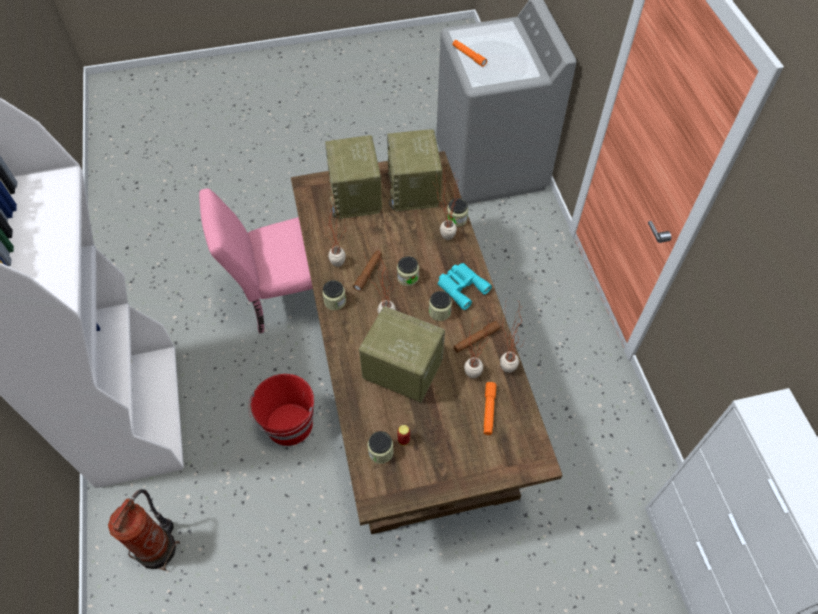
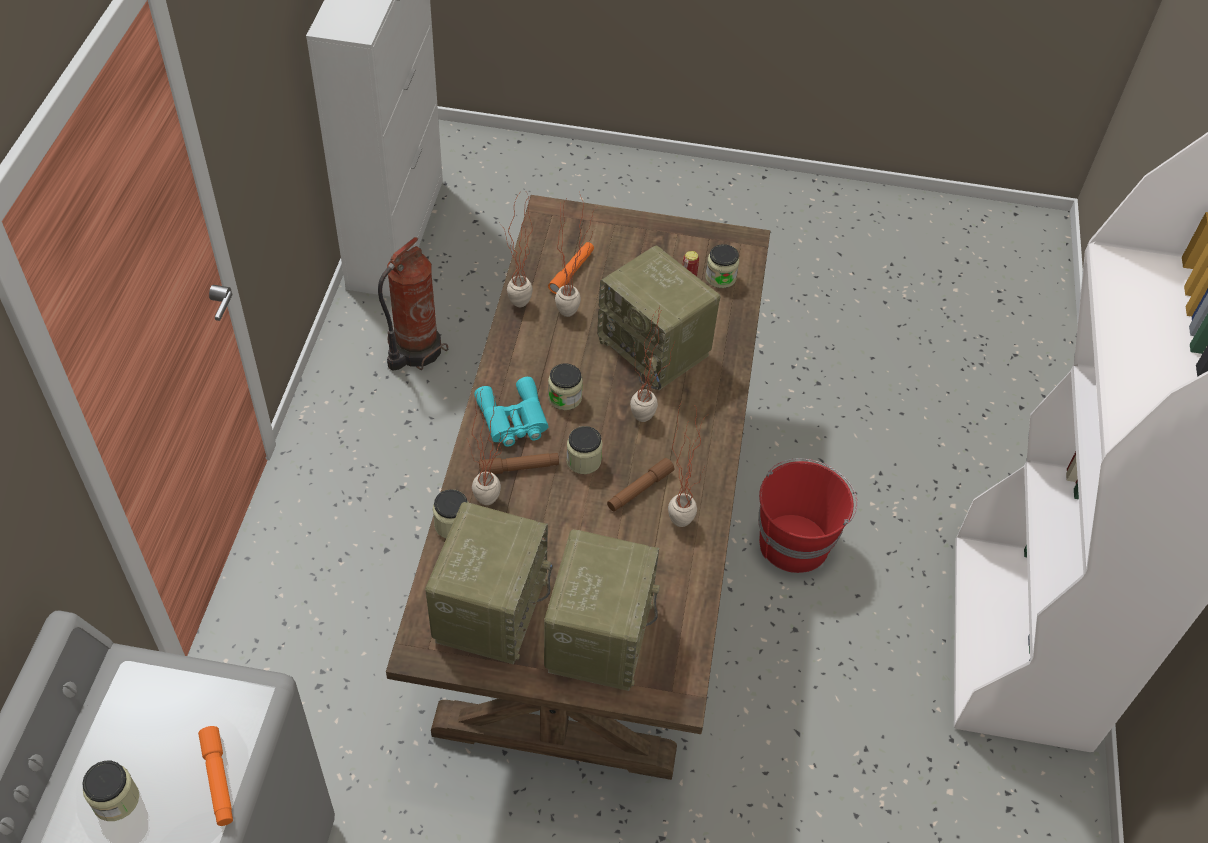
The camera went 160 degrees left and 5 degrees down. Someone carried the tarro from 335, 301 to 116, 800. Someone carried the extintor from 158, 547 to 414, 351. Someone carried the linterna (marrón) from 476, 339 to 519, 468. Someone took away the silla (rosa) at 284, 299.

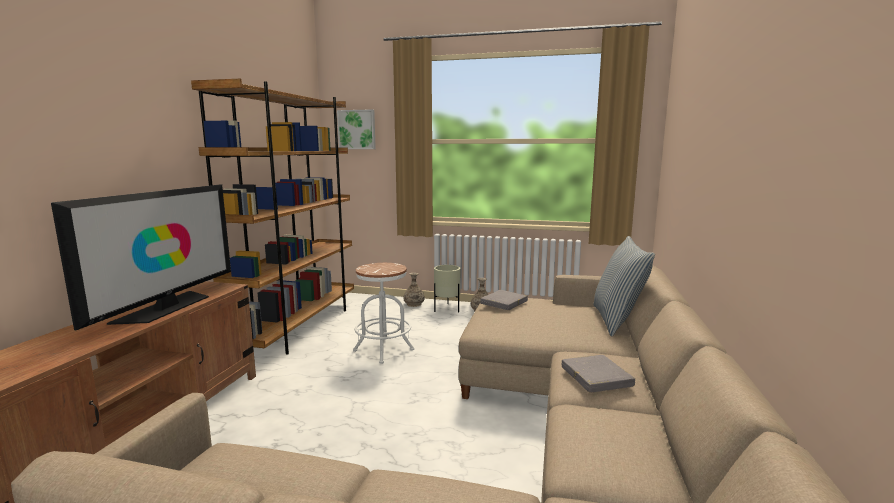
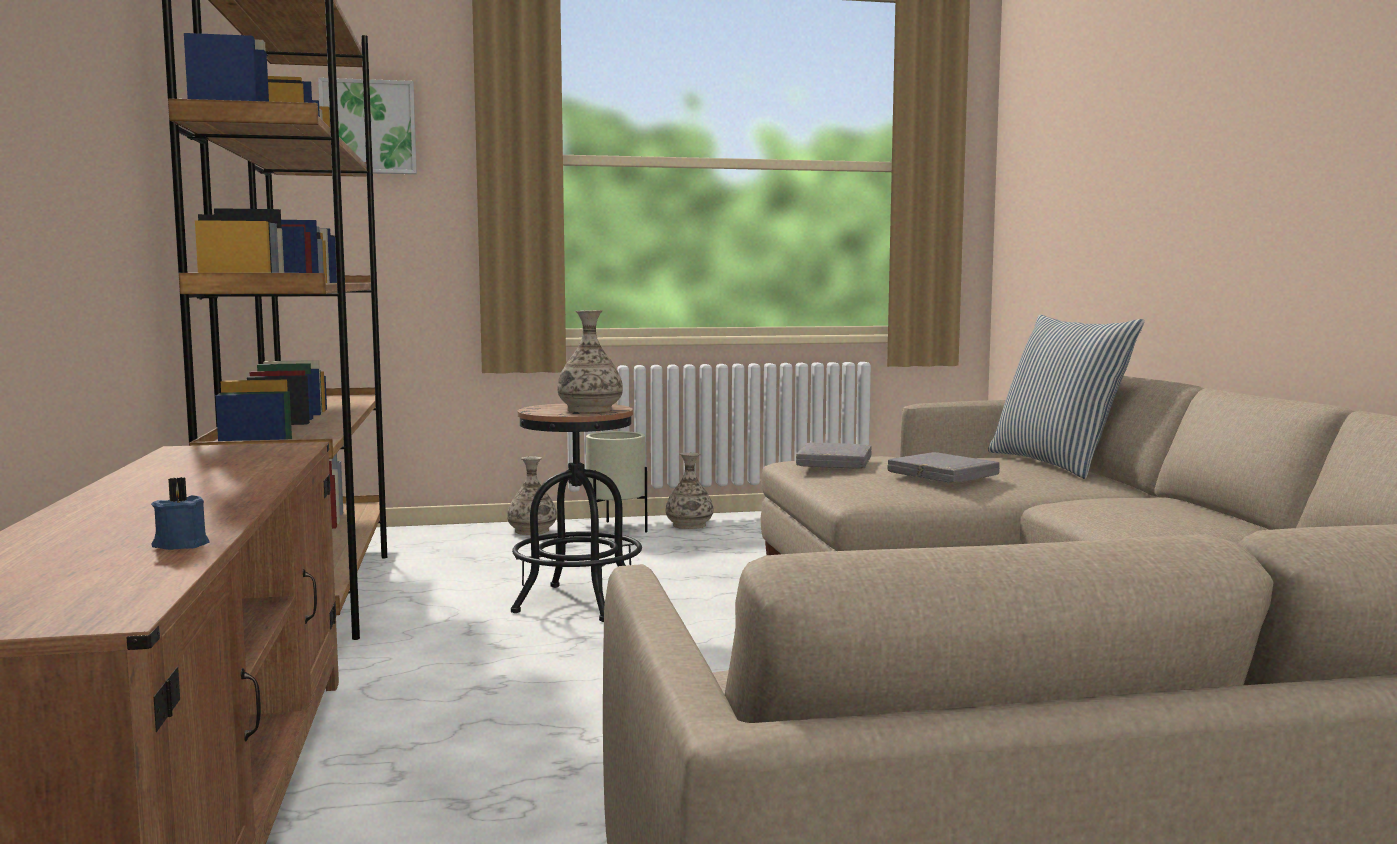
The camera went 25 degrees left and 5 degrees down. Someone put down the vela (azul) at 181, 544. Someone repainted the taburete (blanco) at 383, 350, which became the taburete (negro) at 578, 603. Someone put down the florero at 589, 409. Someone carried the libro (gris) from 596, 377 to 943, 475. Someone took away the televisor at 166, 307.

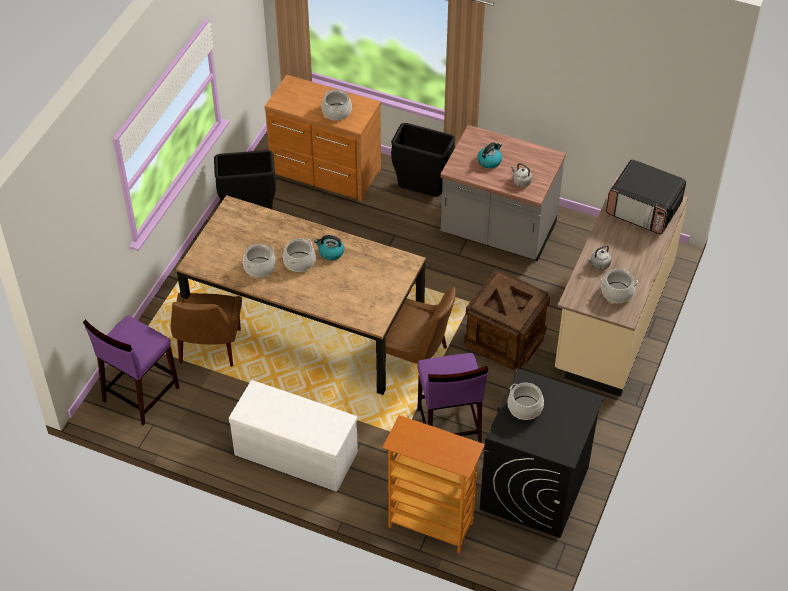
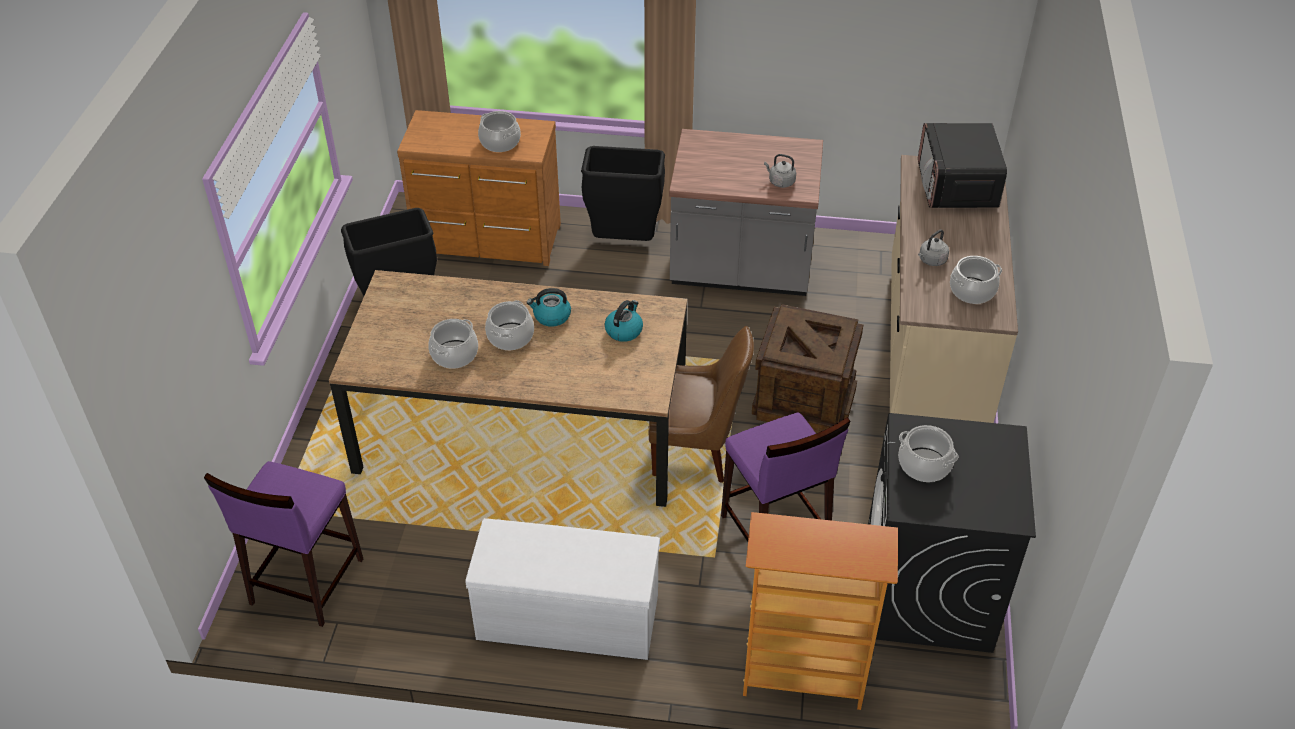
The camera went 15 degrees left and 5 degrees down. Someone carried the hervidor from 489, 161 to 624, 330. Someone rotated the microondas at 644, 210 by 75 degrees clockwise. Someone took away the silla (marrón) at 209, 348.

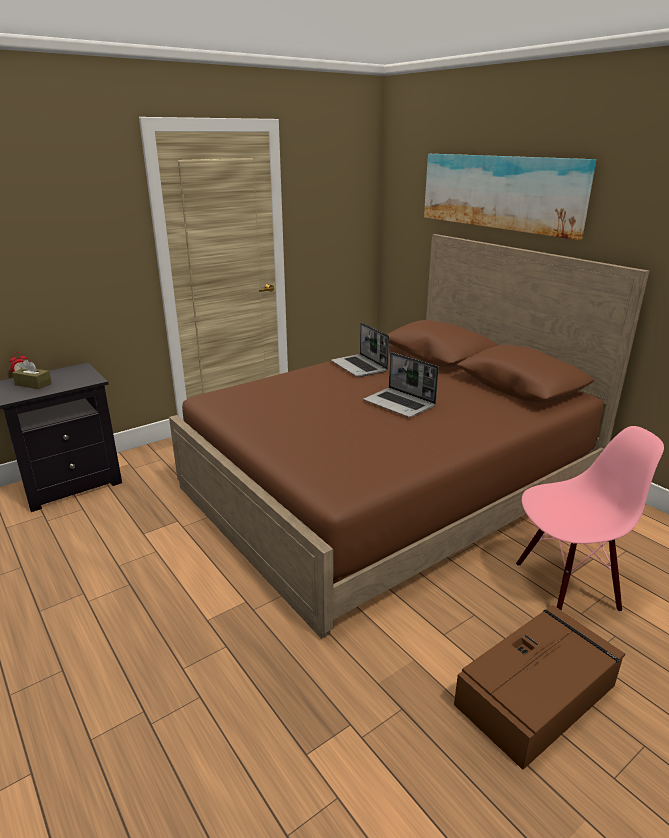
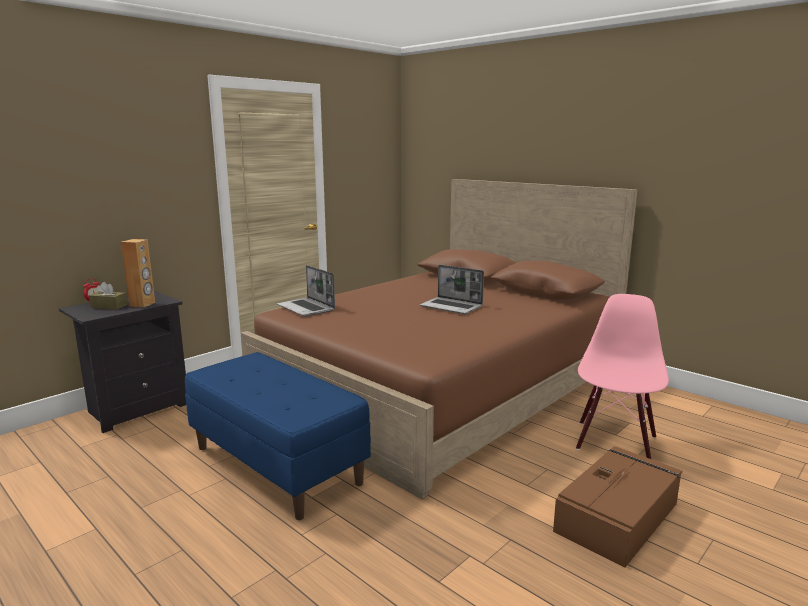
The camera went 10 degrees left and 10 degrees down. Someone put down the altavoz (marrón) at 142, 304. Someone put down the banco (azul) at 278, 465. Someone carried the portátil from 360, 367 to 307, 308. Someone rotated the silla (rosa) at 566, 585 by 45 degrees counterclockwise. Someone took away the cuadro at 500, 192.

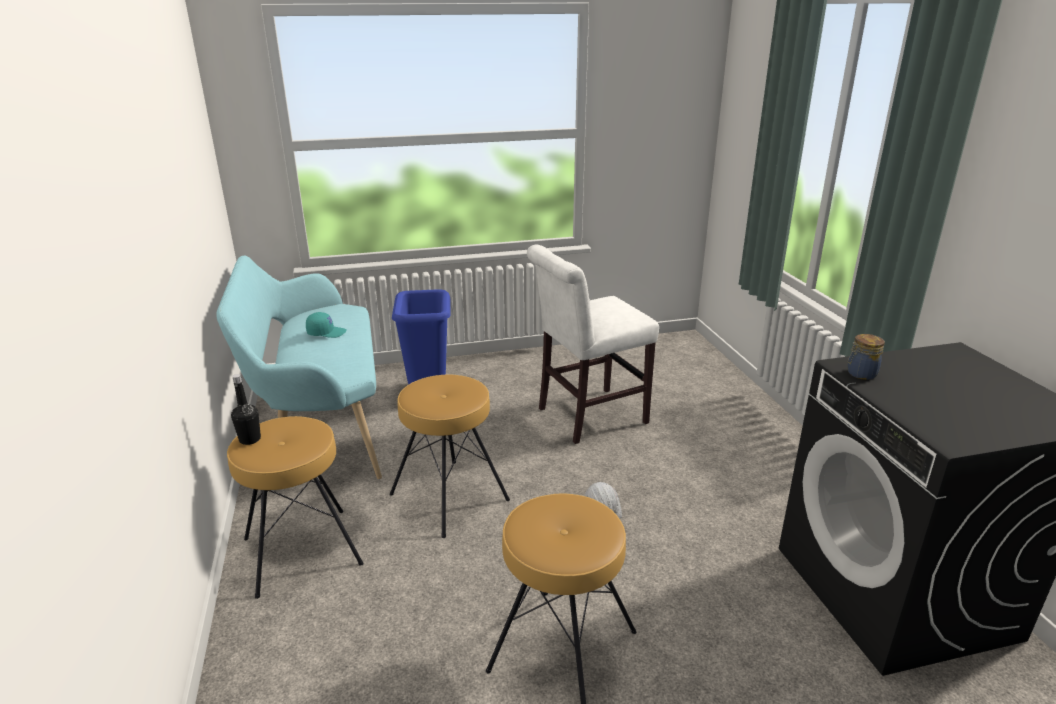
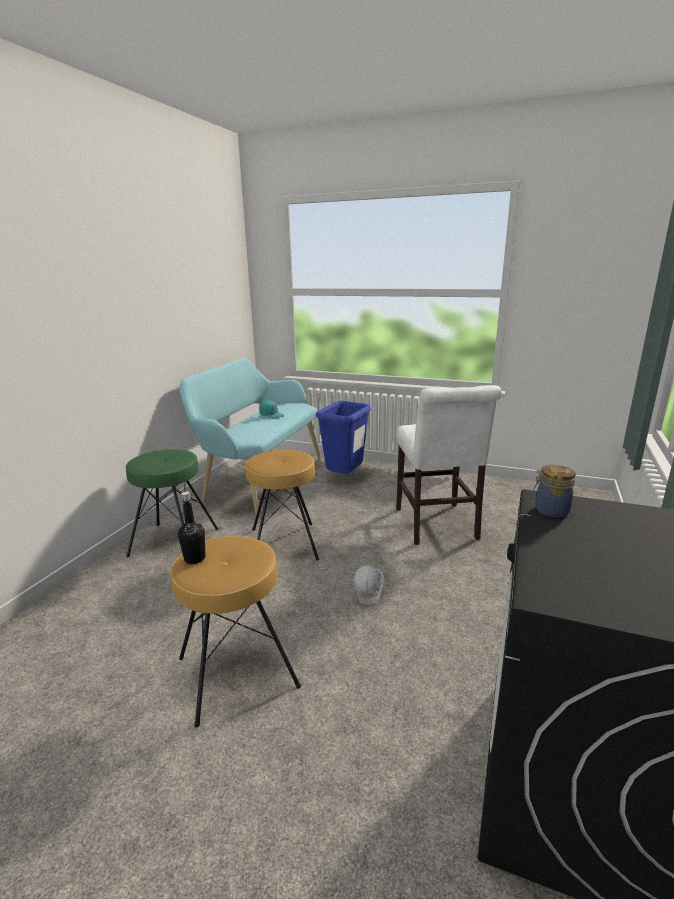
The camera went 35 degrees right and 5 degrees down. Someone repainted the taburete (marrón) at 302, 550, which became the taburete (verde) at 174, 541. Someone carried the botella (negro) from 250, 439 to 195, 558. Someone rotated the silla (blanco) at 587, 417 by 105 degrees counterclockwise.

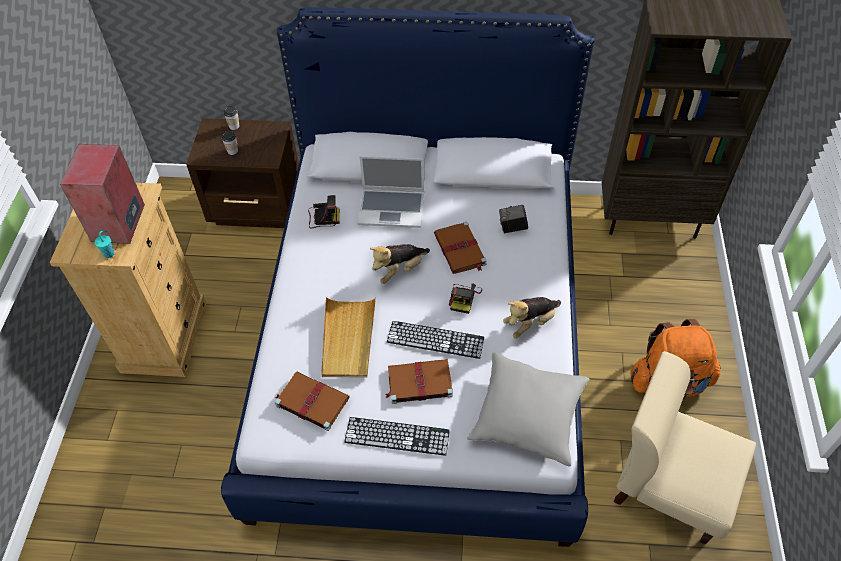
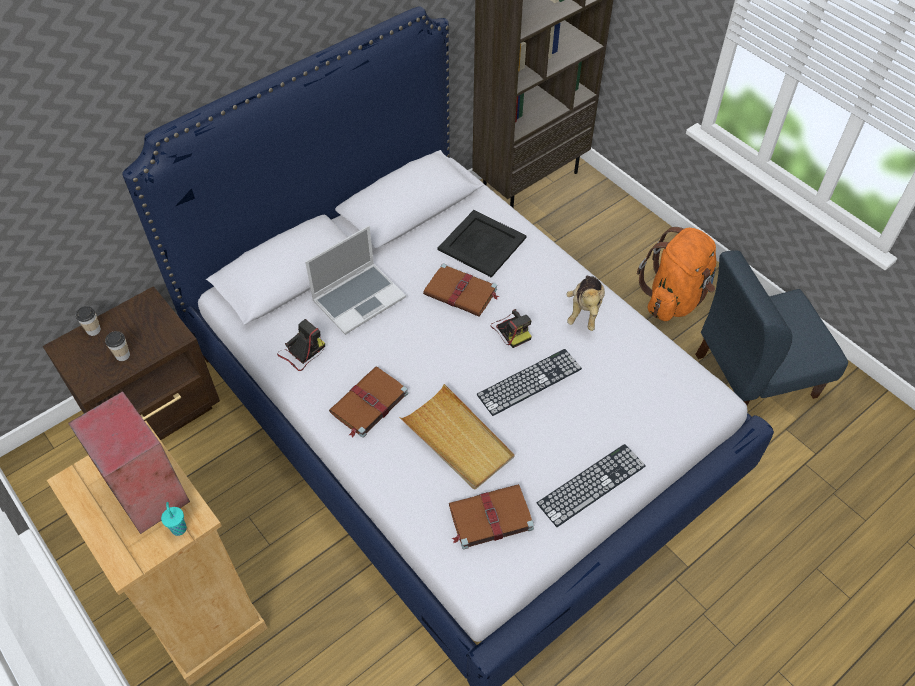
The camera went 45 degrees left and 0 degrees up. Someone carried the libro (marrón) from 418, 382 to 368, 404. Someone swapped the cámara at 512, 228 for the bandeja (negro) at 483, 243. Someone repainted the silla (beis) at 669, 485, which became the silla (azul) at 754, 375. Someone took away the peluche at 399, 270. Someone took away the cojín (gris) at 527, 415.

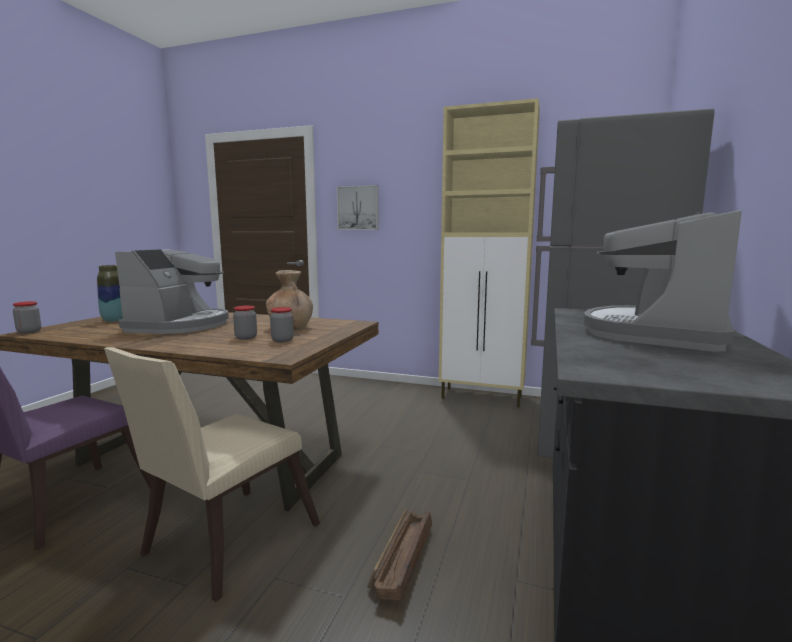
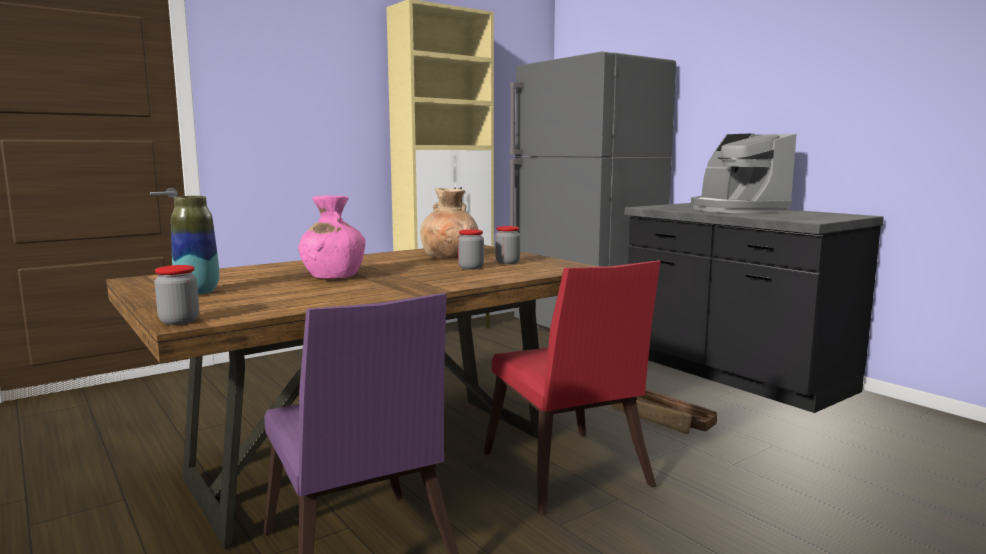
The camera went 55 degrees left and 0 degrees up. Someone swapped the cafetera at 180, 325 for the florero (rosa) at 333, 277. Someone repainted the silla (beis) at 223, 544, which became the silla (rojo) at 568, 475. Someone took away the cuadro at 358, 208.

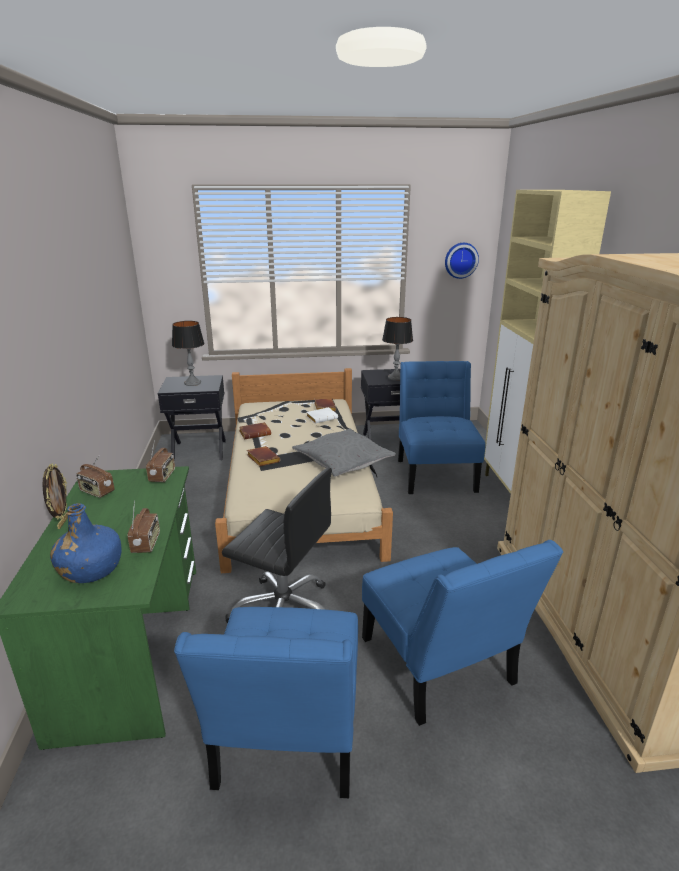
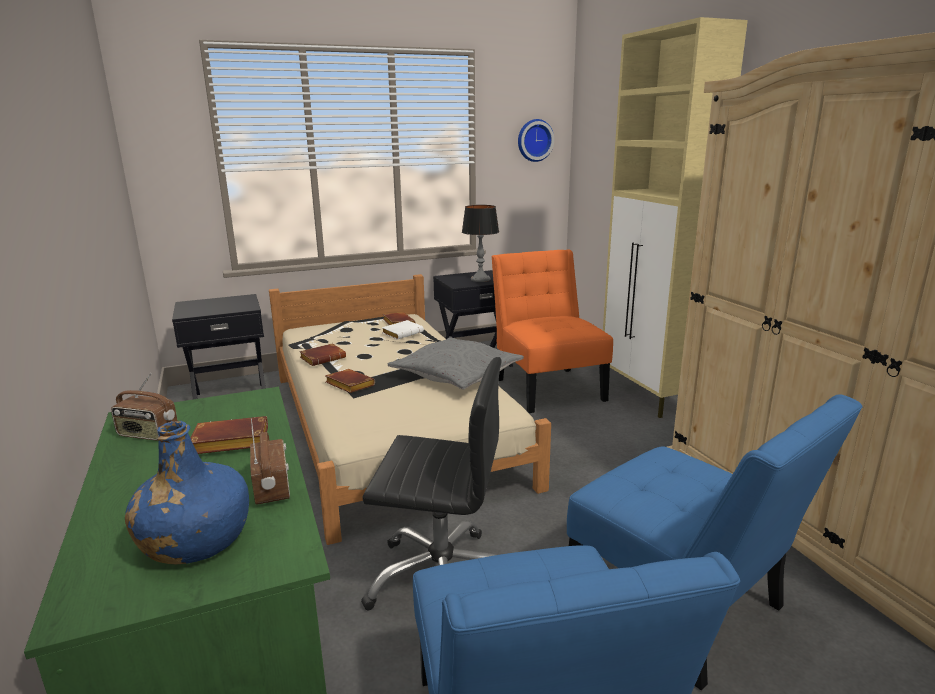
The camera went 15 degrees left and 5 degrees down. Someone put down the libro (marrón) at 228, 443. Someone repainted the silla (azul) at 435, 473, which became the silla (naranja) at 547, 387. Someone took away the portarretratos at 62, 522. Someone took away the radio at 163, 476. Someone took away the lámpara de mesa at 192, 383.

